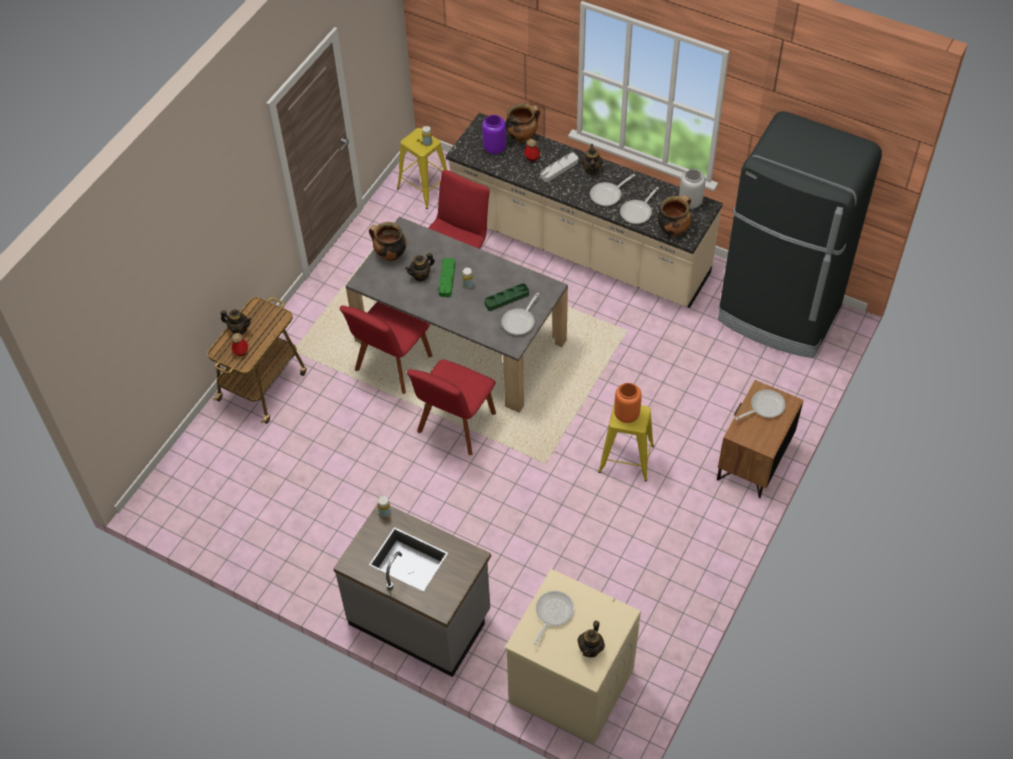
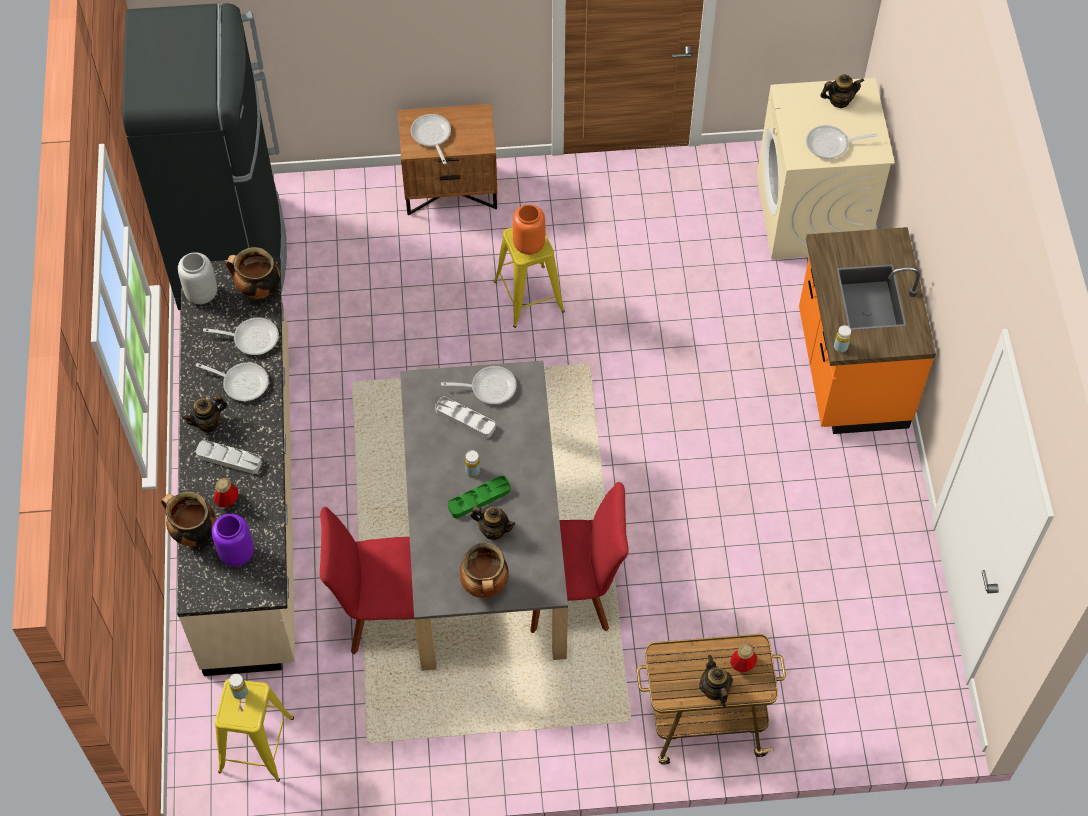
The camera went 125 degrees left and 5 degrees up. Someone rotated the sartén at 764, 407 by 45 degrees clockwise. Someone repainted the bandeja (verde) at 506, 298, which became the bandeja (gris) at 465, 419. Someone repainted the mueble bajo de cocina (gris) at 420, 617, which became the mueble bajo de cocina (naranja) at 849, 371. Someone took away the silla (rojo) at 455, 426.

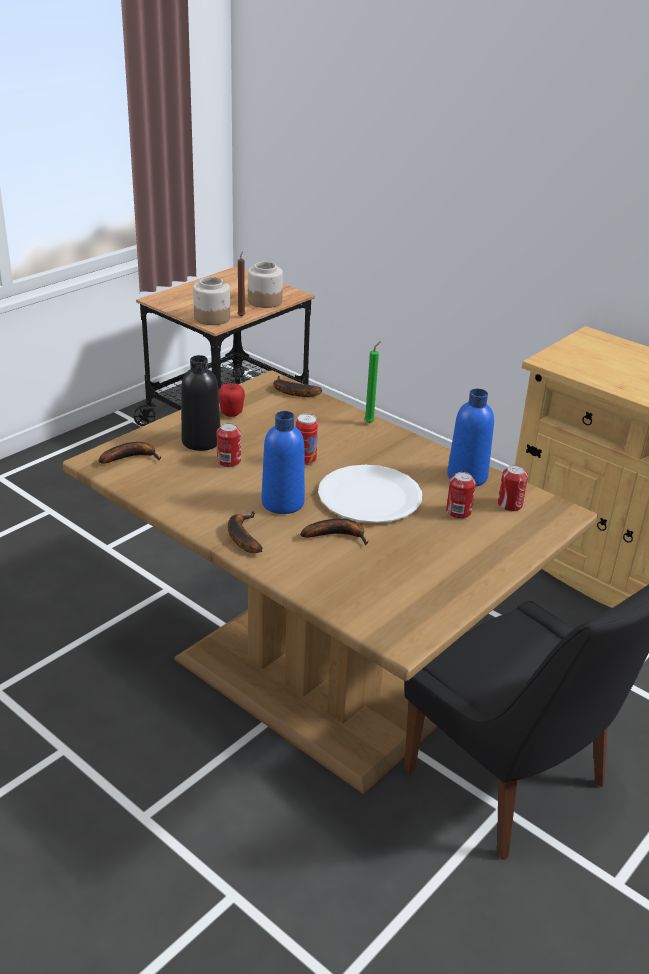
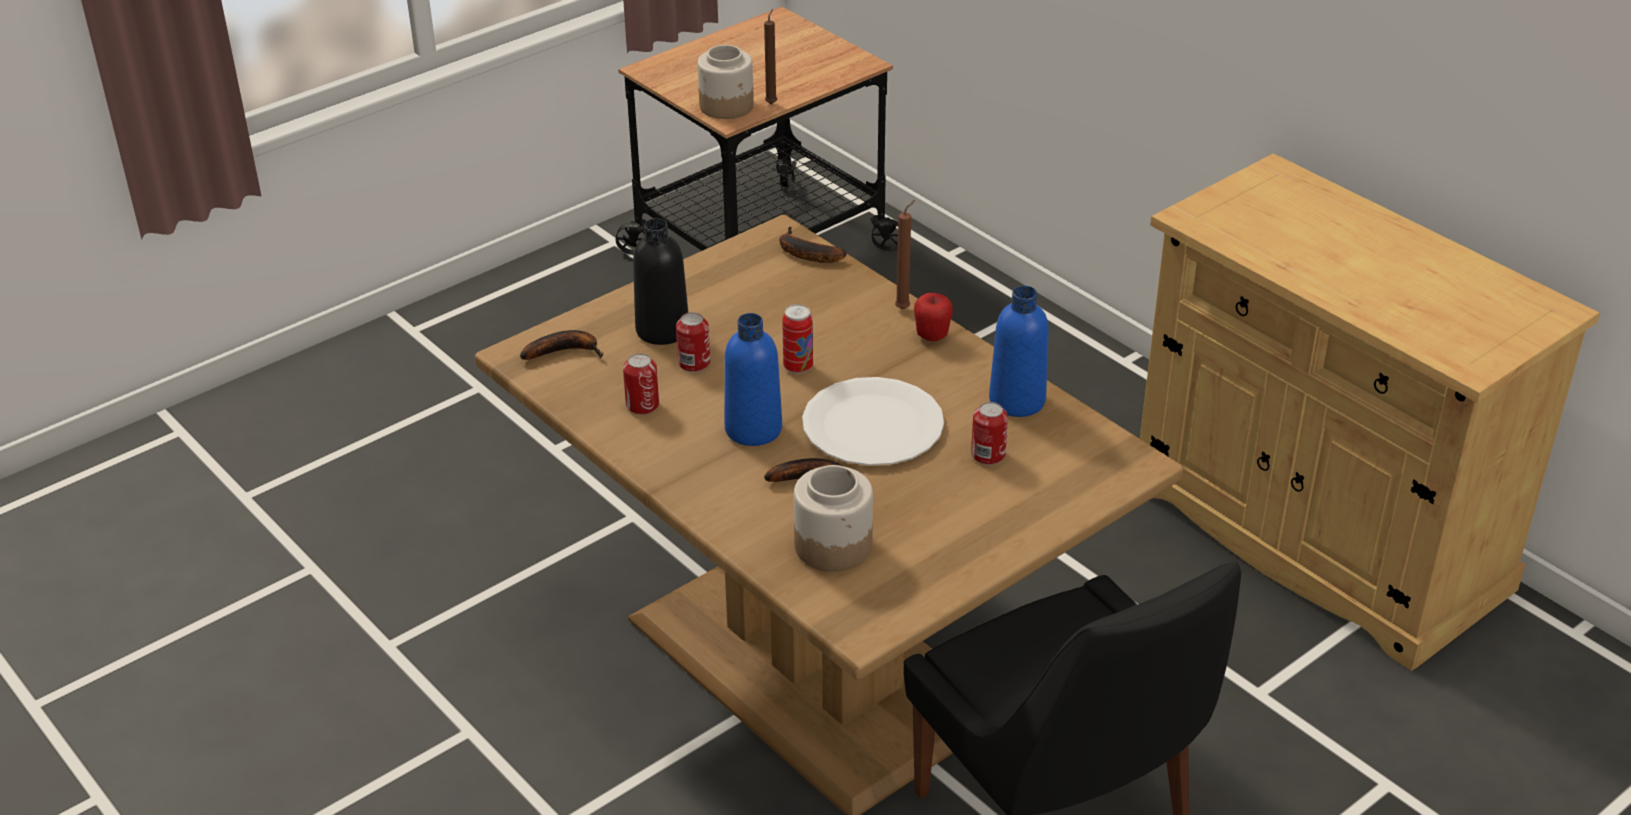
The camera went 10 degrees right and 5 degrees up. Someone carried the lata from 510, 505 to 642, 405. Someone carried the tarro from 265, 301 to 833, 545. Someone repainted the vela (verde) at 370, 422, which became the vela (marrón) at 904, 308. Someone carried the manzana from 231, 414 to 932, 336. Someone took away the plátano at 241, 536.

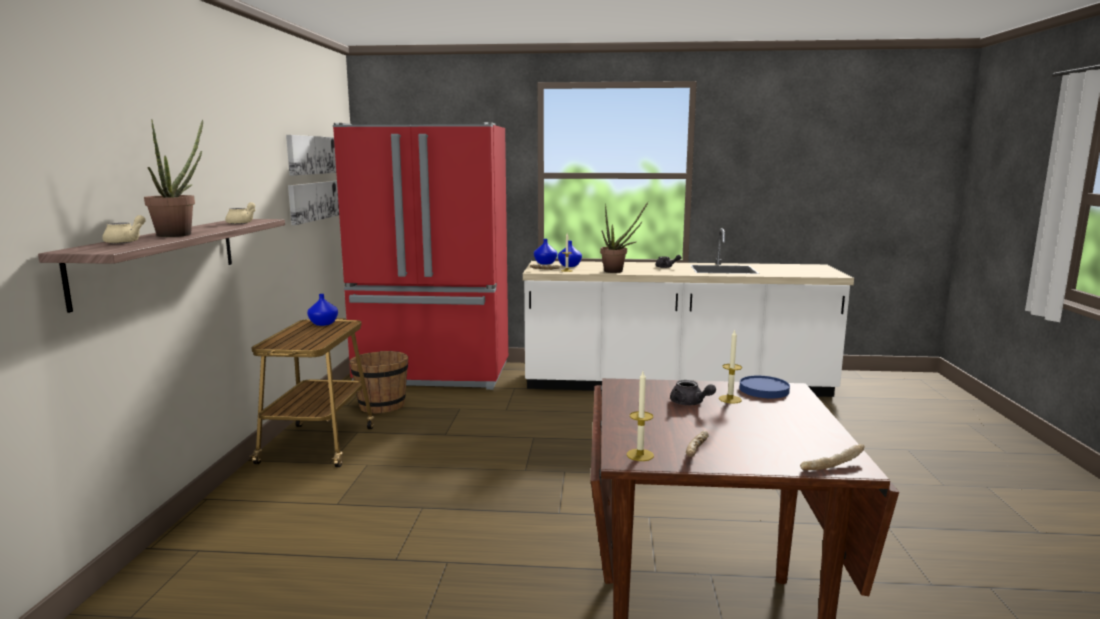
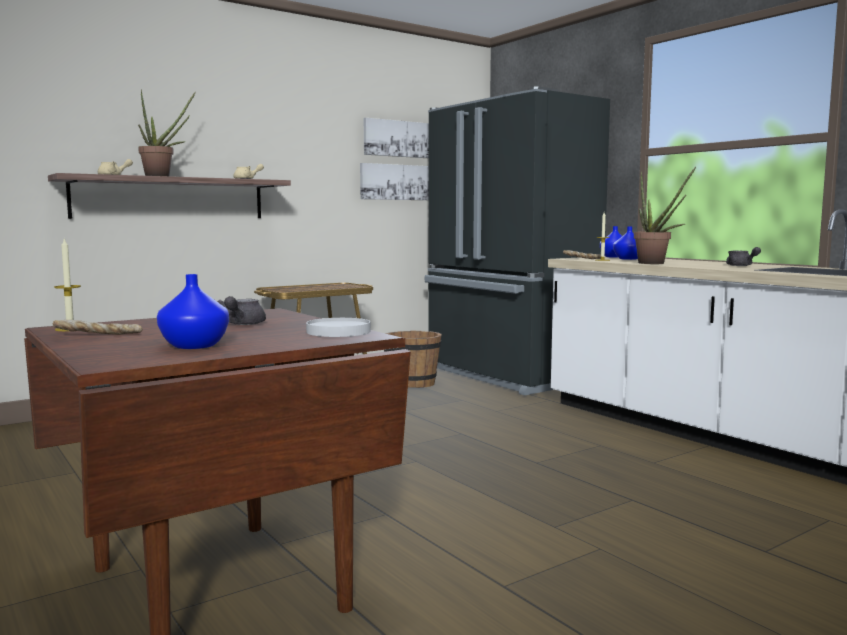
The camera went 50 degrees right and 5 degrees down. Someone carried the florero (azul) from 323, 324 to 193, 346. Someone repainted the plato (azul) at 764, 390, which became the plato (blanco) at 338, 331. Someone repainted the nevera (rojo) at 433, 375, which became the nevera (negro) at 507, 375. Someone took away the vela at 730, 399. Someone took away the pan at 831, 464.

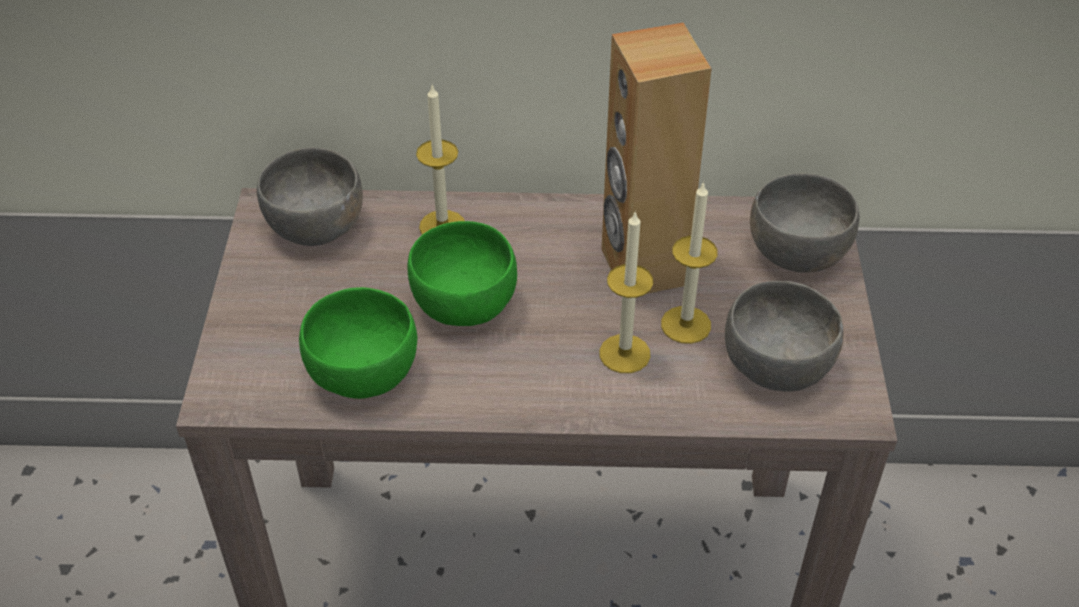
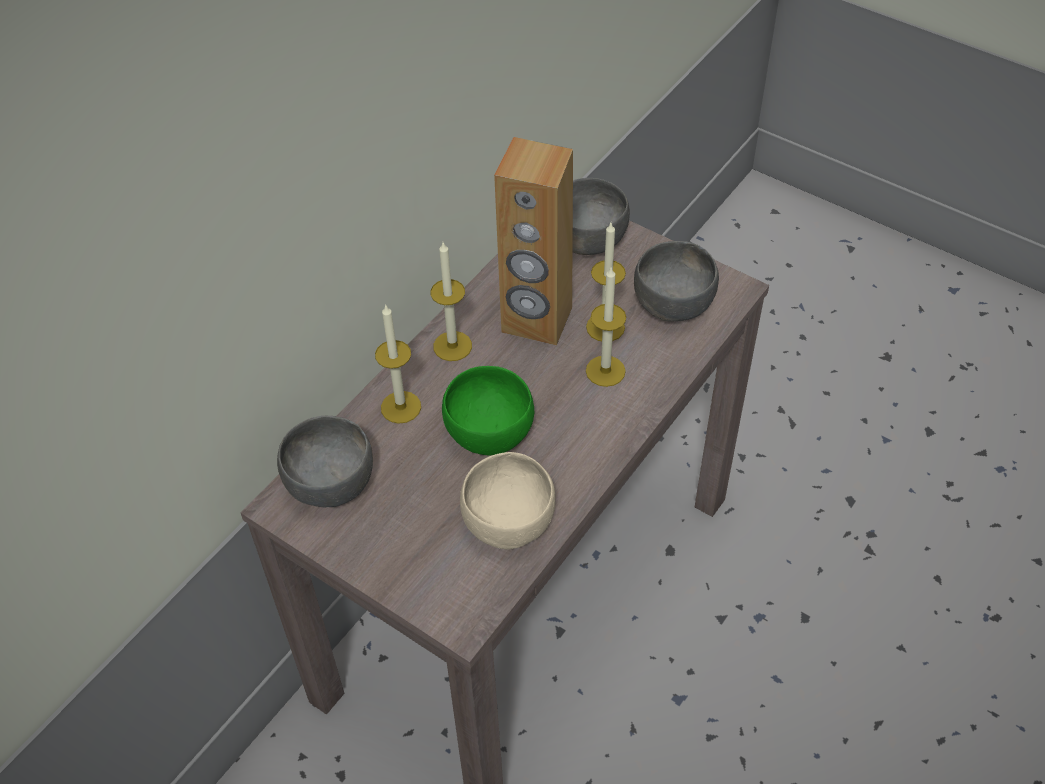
The camera went 55 degrees left and 5 degrees up. Someone put down the vela at 452, 346. Someone repainted the cuenco (verde) at 364, 372, which became the cuenco (beis) at 509, 520.

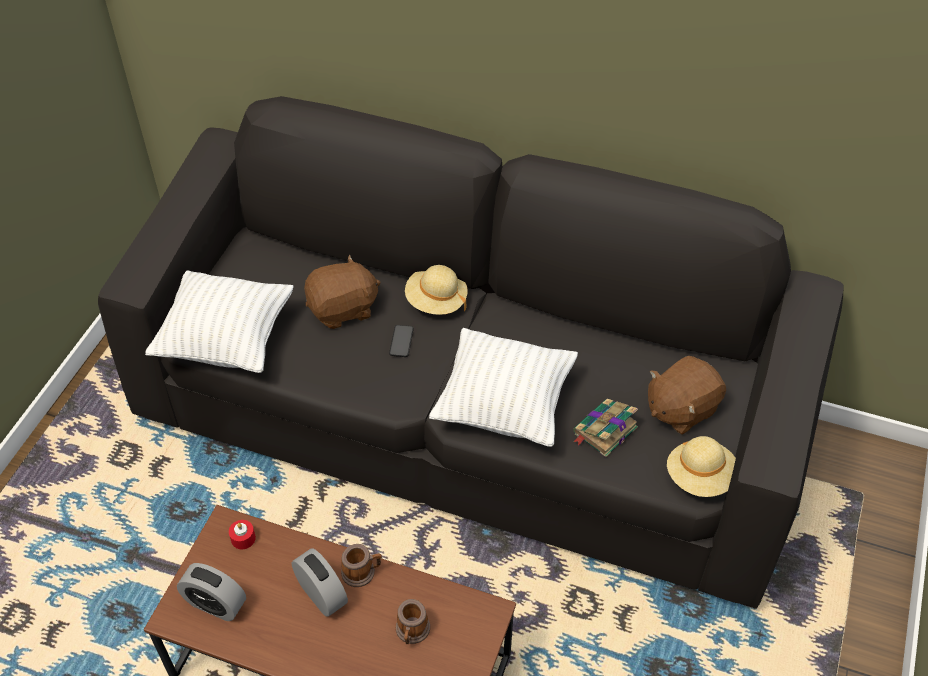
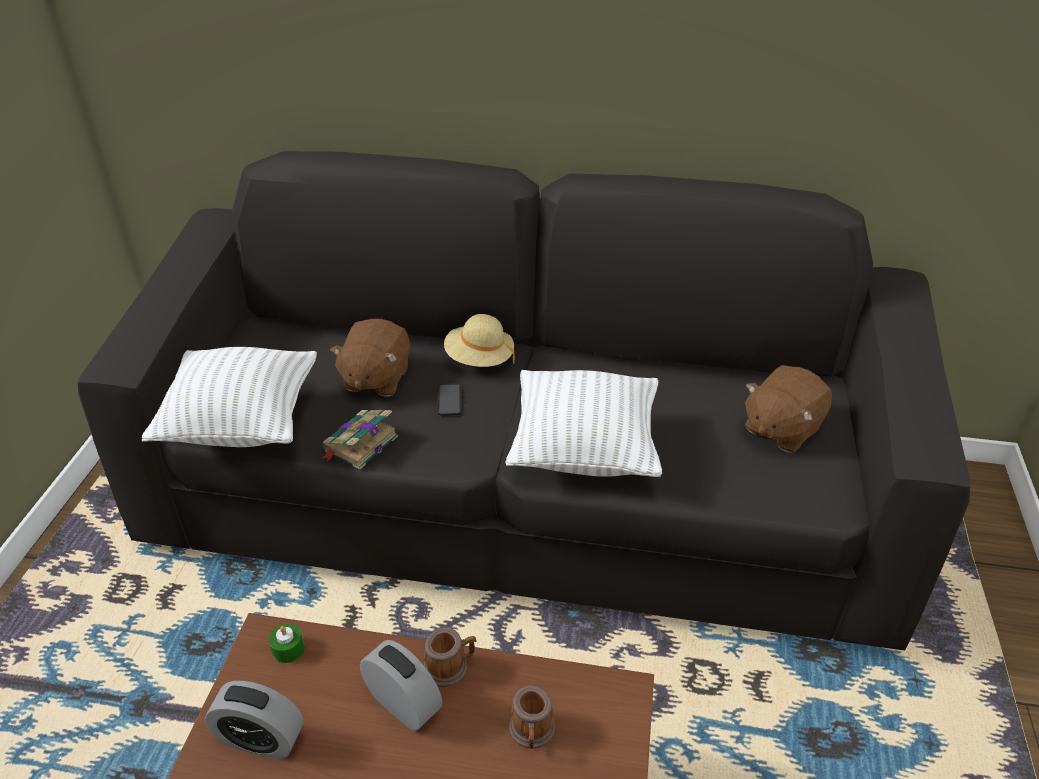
The camera went 10 degrees left and 10 degrees down. Someone repainted the vela (rojo) at 243, 538, which became the vela (verde) at 288, 649. Someone carried the libro from 604, 431 to 359, 444. Someone rotated the peluche (marrón) at 343, 309 by 135 degrees clockwise. Someone took away the sombrero (beis) at 700, 477.

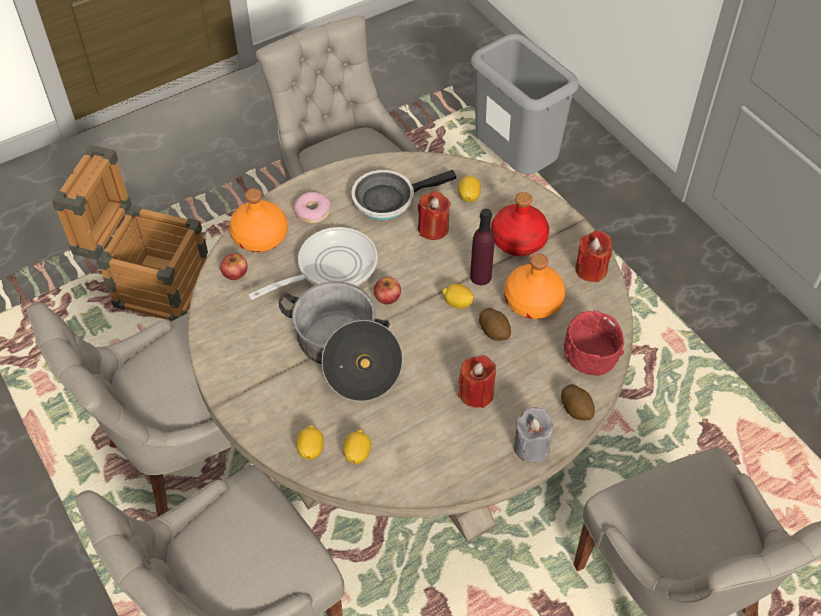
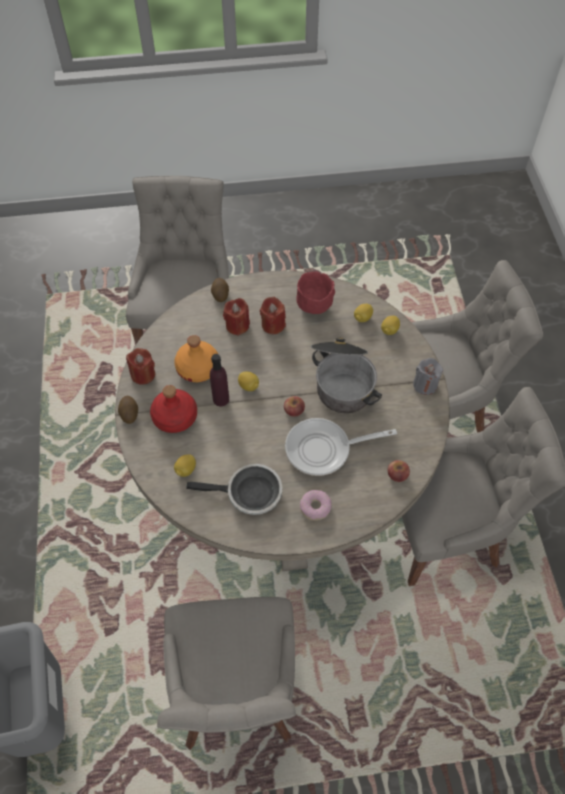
The camera went 155 degrees left and 5 degrees up. Someone carried the patata from 494, 331 to 129, 413. Someone carried the vela (rojo) from 433, 228 to 237, 325. Someone carried the cuenco (rojo) from 589, 361 to 313, 307. Someone carried the vela (gris) from 531, 447 to 425, 385. Someone took away the caja de embalaje at 151, 284. Someone took away the botella (naranja) at 259, 236.

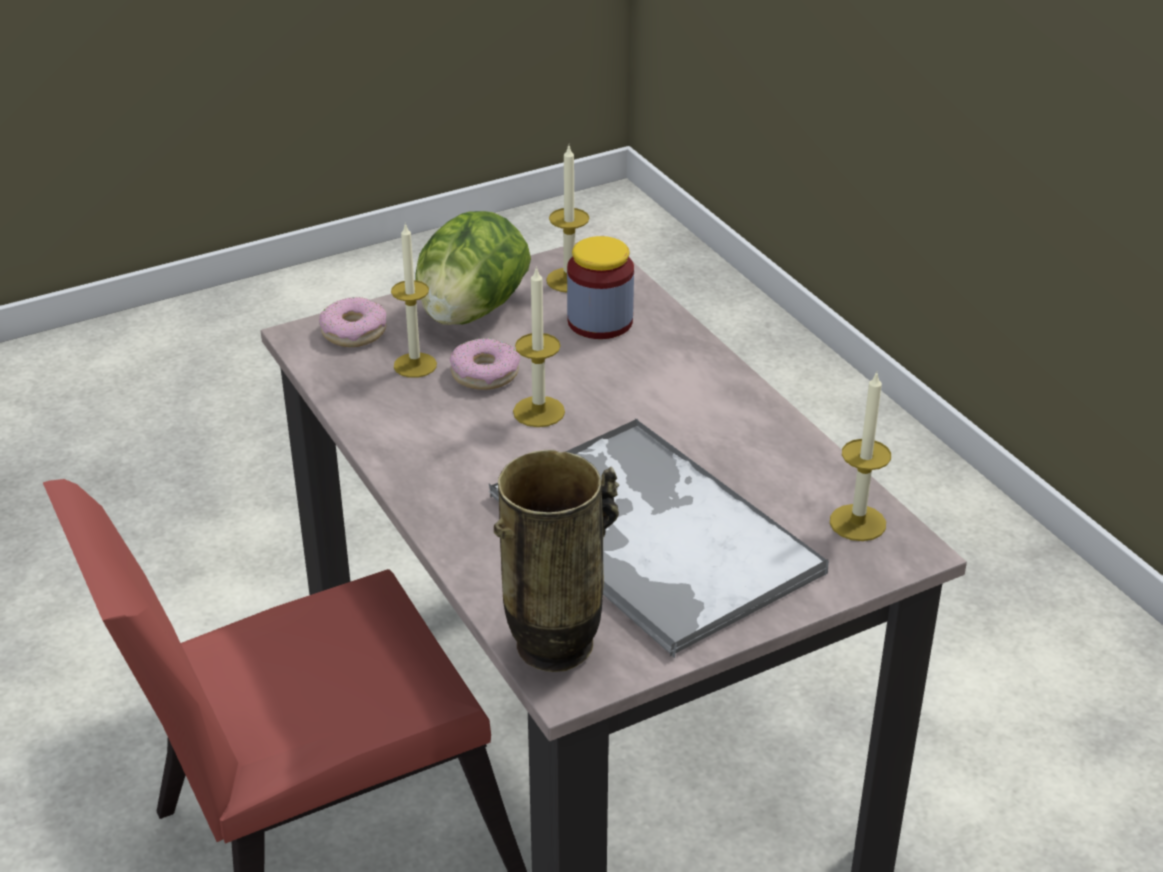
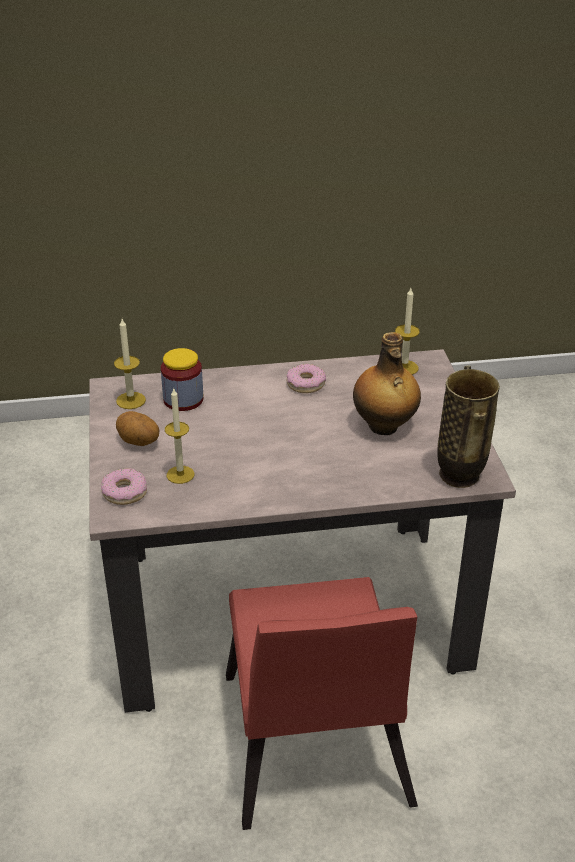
The camera went 70 degrees left and 0 degrees up. Someone swapped the lechuga at 471, 312 for the patata at 138, 443. Someone carried the rosquilla from 485, 373 to 305, 384. Someone swapped the bandeja at 651, 533 for the botella at 384, 427. Someone took away the vela at 539, 411.

